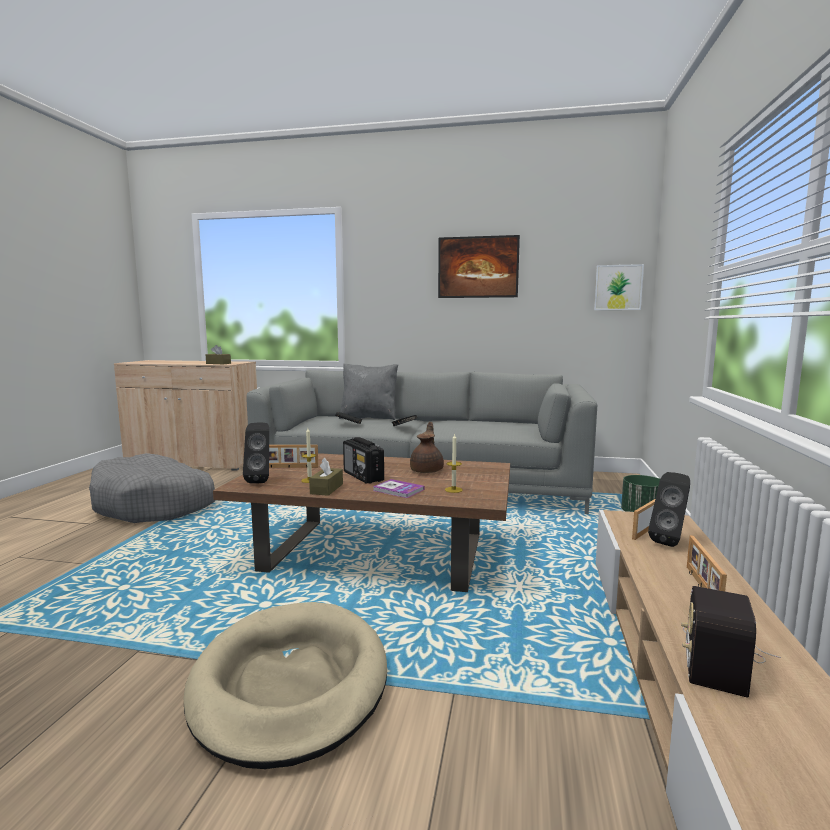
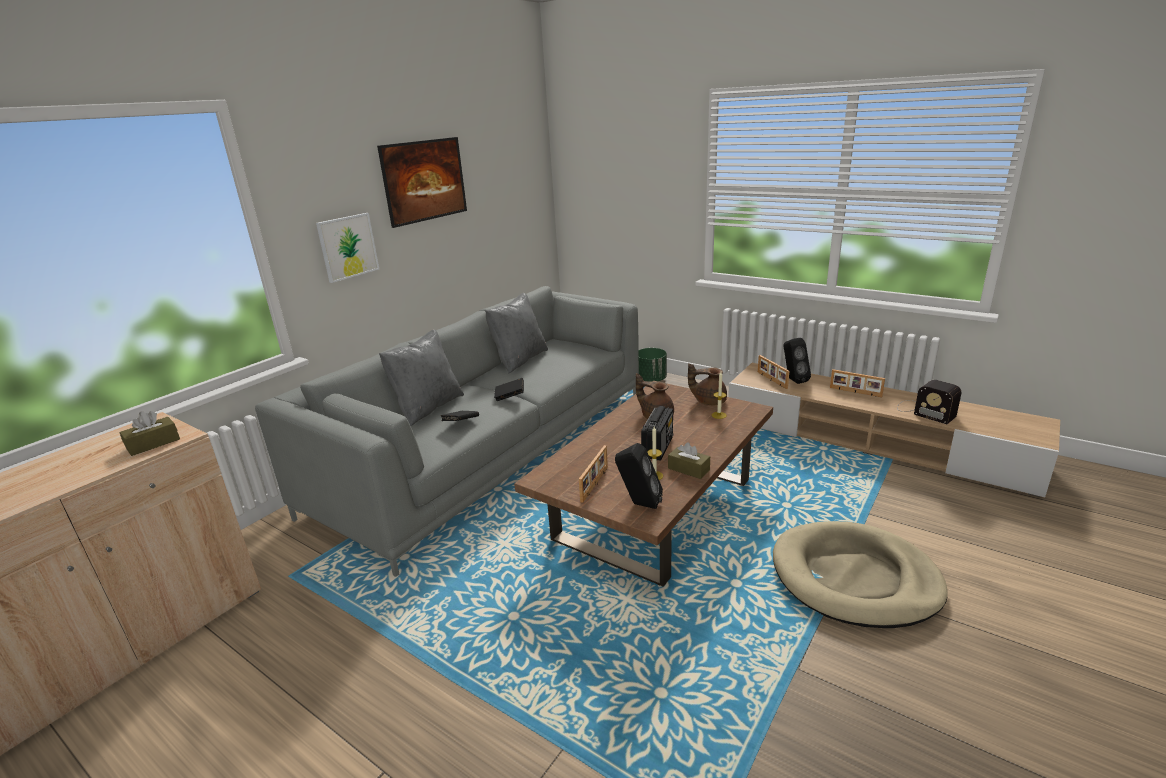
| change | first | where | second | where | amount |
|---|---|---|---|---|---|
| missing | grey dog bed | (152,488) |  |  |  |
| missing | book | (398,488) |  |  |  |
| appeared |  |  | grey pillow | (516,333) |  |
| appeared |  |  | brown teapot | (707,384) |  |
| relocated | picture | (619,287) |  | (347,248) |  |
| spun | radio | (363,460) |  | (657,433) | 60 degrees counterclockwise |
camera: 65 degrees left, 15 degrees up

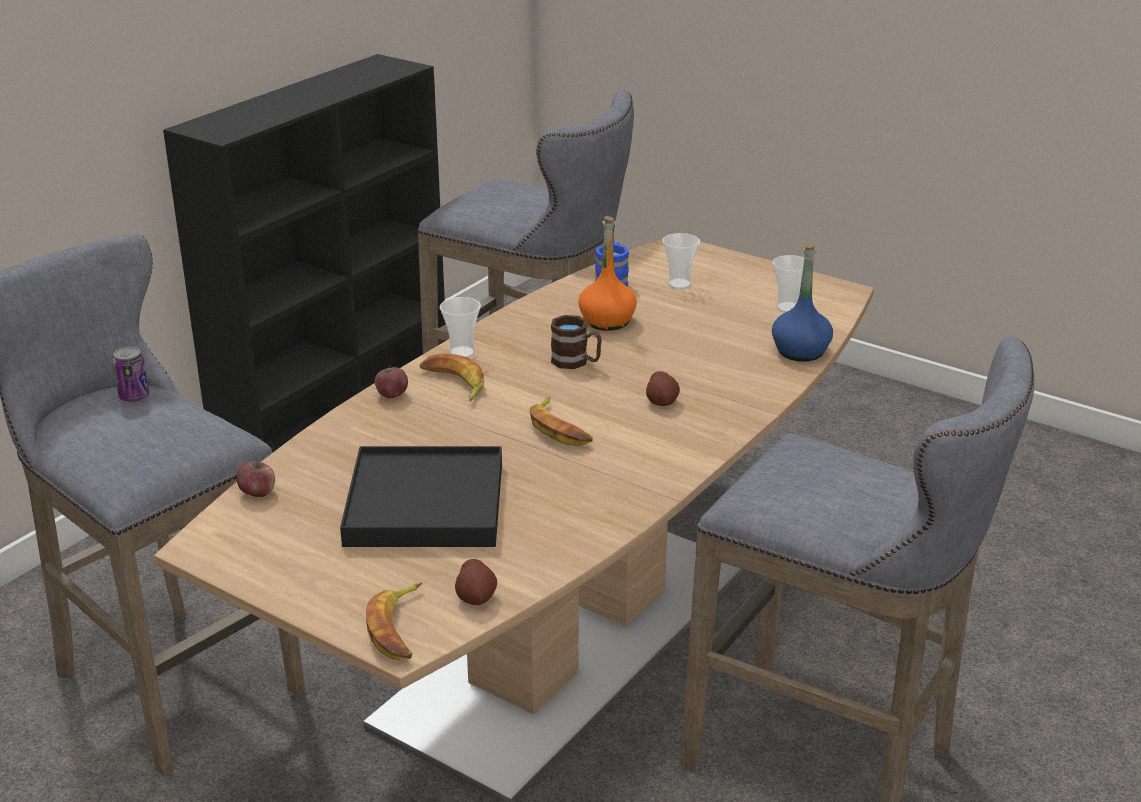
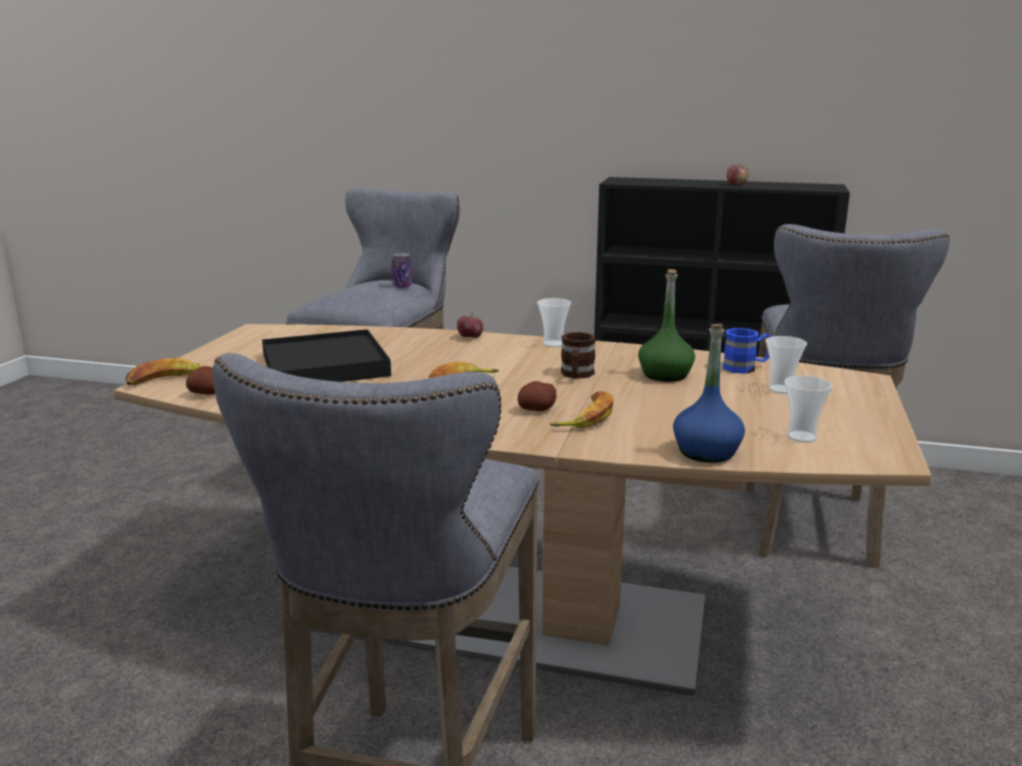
| change | first | where | second | where | amount |
|---|---|---|---|---|---|
| relocated | apple | (255,479) |  | (738,175) |  |
| relocated | banana | (452,377) |  | (582,409) |  |
| colour | orange bottle | (607,273) | green bottle | (666,325) |  |
camera: 70 degrees right, 10 degrees down

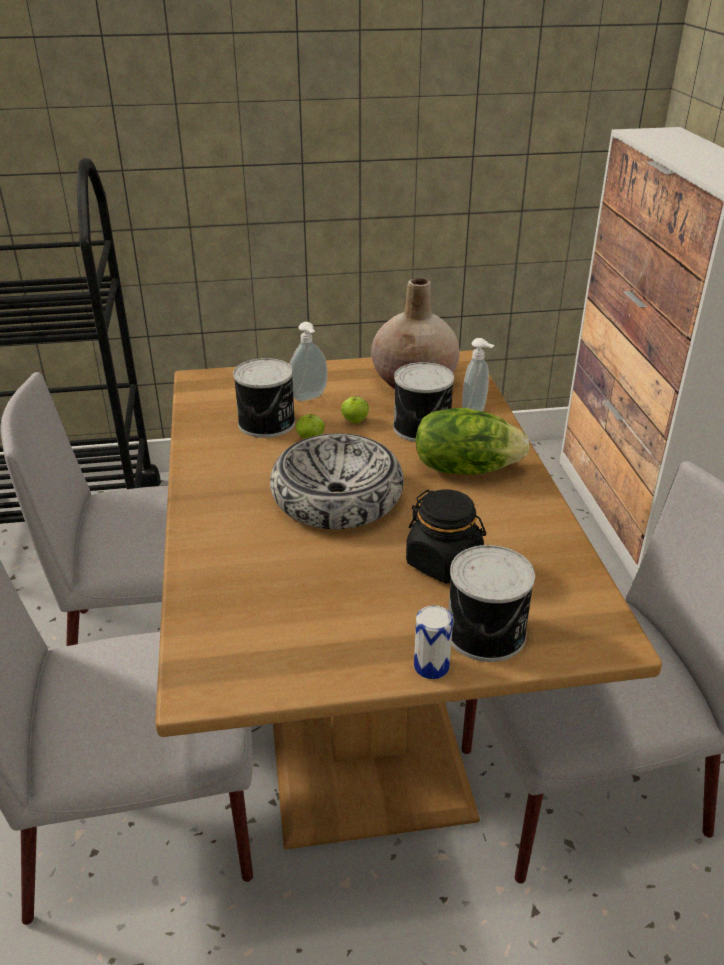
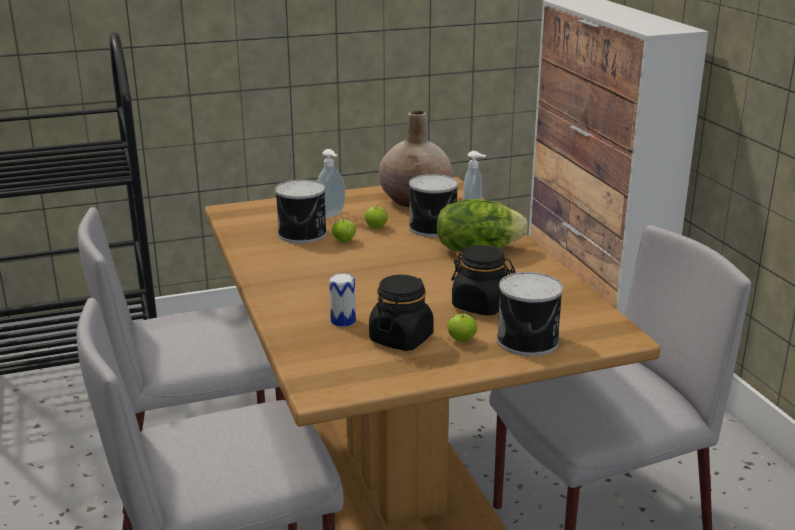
| change | first | where | second | where | amount |
|---|---|---|---|---|---|
| missing | bowl | (337,481) |  |  |  |
| appeared |  |  | black jar | (401,313) |  |
| appeared |  |  | apple | (462,326) |  |
| relocated | can | (433,642) |  | (342,300) |  |
camera: 10 degrees left, 10 degrees down

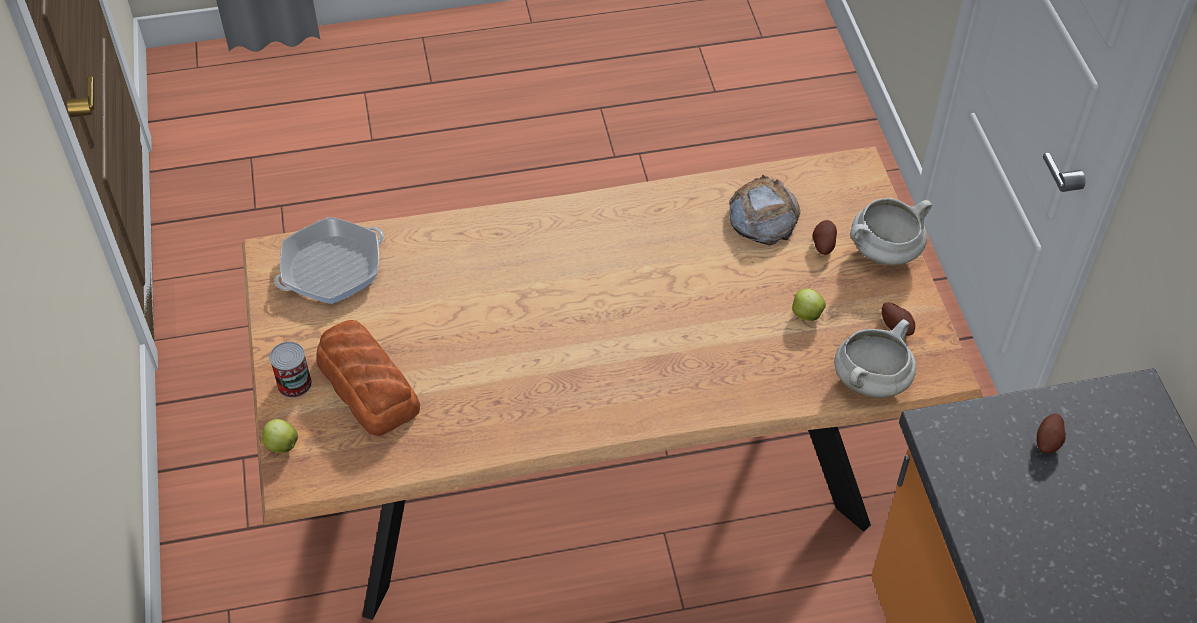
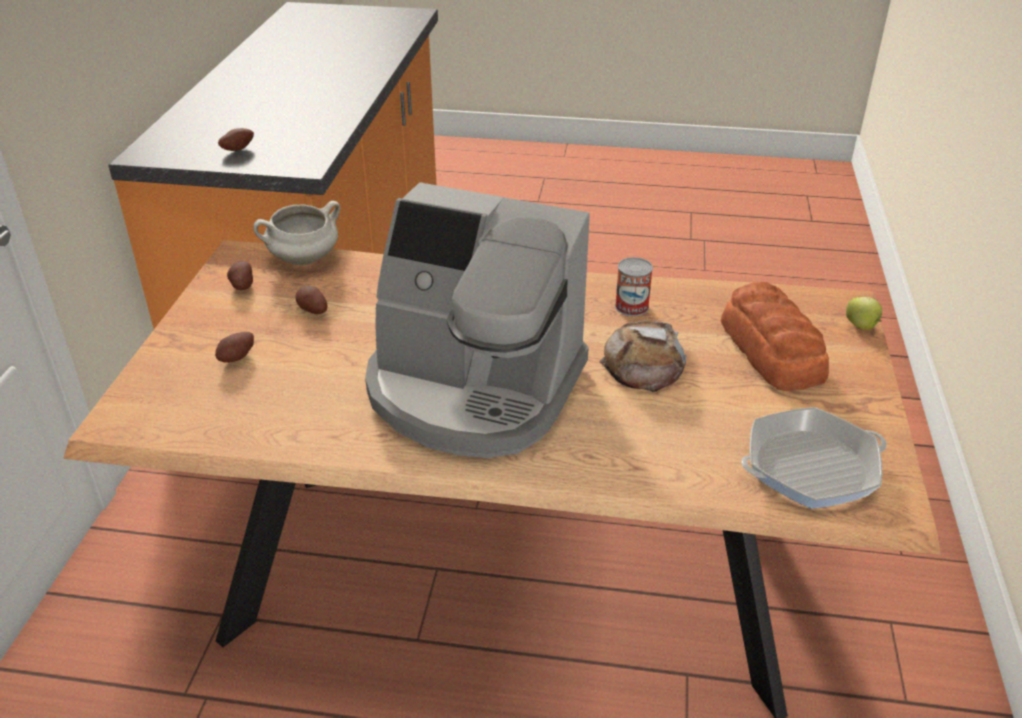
| change | first | where | second | where | amount |
|---|---|---|---|---|---|
| missing | white cooking pot | (891,231) |  |  |  |
| appeared |  |  | coffee machine | (477,320) |  |
| relocated | can | (290,369) |  | (634,286) |  |
| relocated | bread | (764,210) |  | (643,356) |  |
| exchanged | apple | (809,305) | potato | (311,300) |  |
camera: 160 degrees left, 15 degrees down

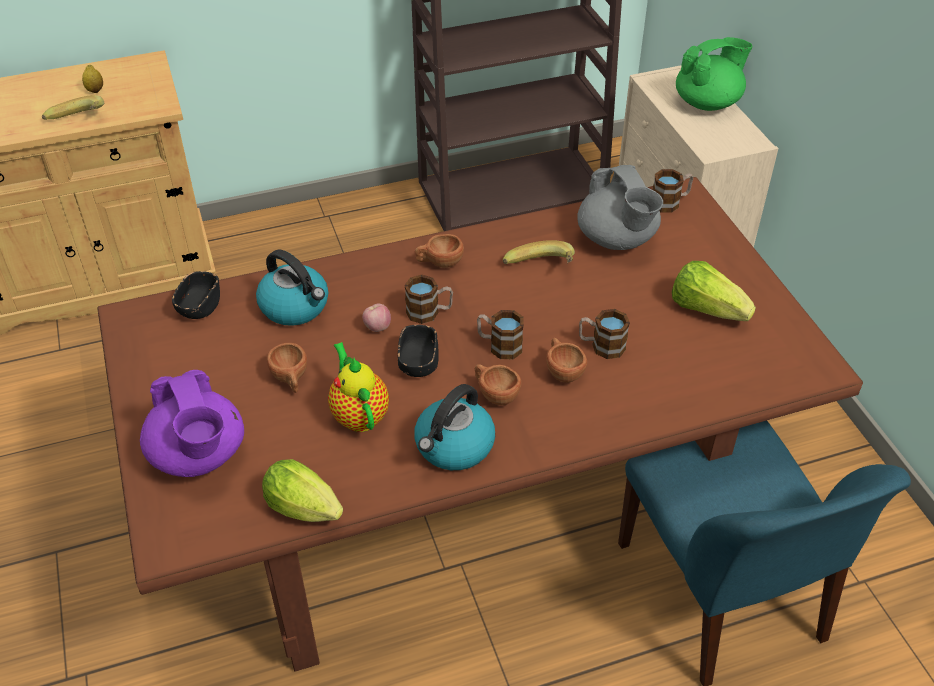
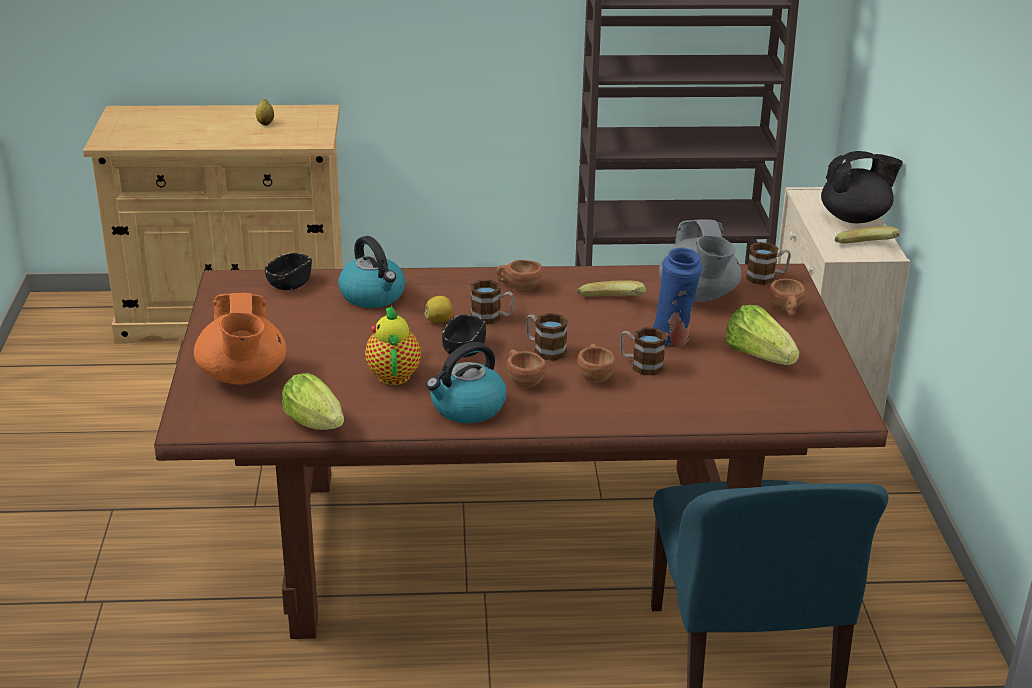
| change | first | where | second | where | amount |
|---|---|---|---|---|---|
| appeared |  |  | blue vase | (677,297) |  |
| relocated | banana | (73,107) |  | (867,234) |  |
| relocated | brown cup | (287,368) |  | (788,298) |  |
| exchanged | apple | (376,318) | lemon | (438,309) |  |
| colour | purple teapot | (192,423) | orange teapot | (240,339) |  |
| colour | green teapot | (714,74) | black teapot | (862,187) |  |
camera: 15 degrees right, 15 degrees down

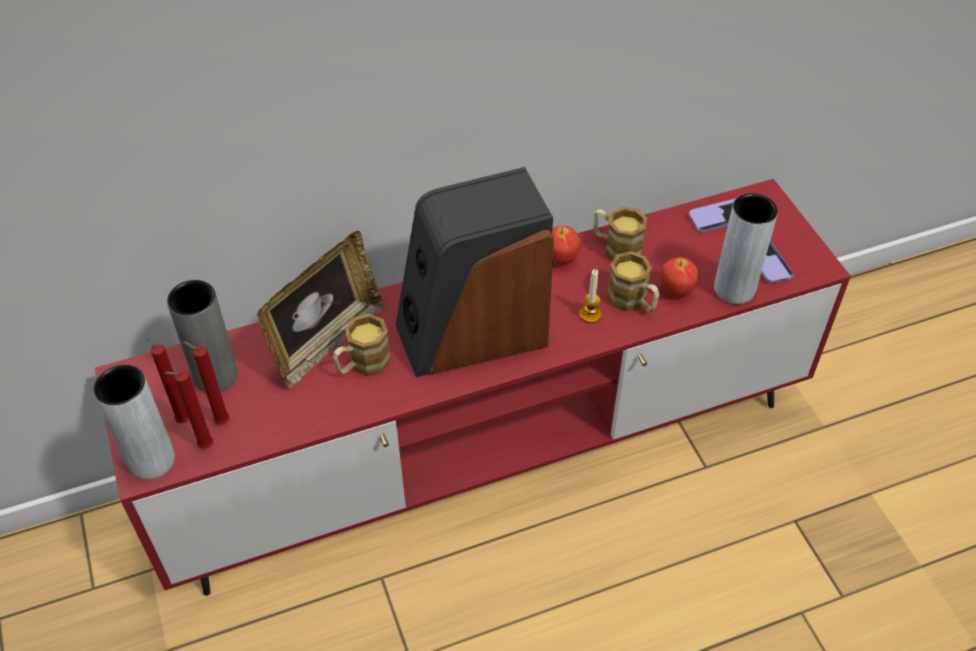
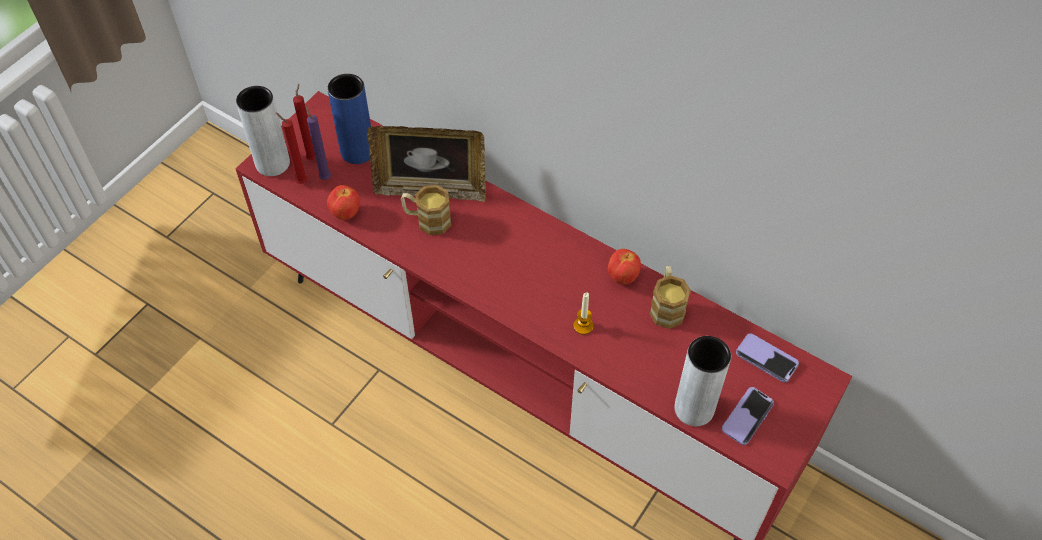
| change | first | where | second | where | amount |
|---|---|---|---|---|---|
| missing | speaker | (474,272) |  |  |  |
| missing | mug | (633,281) |  |  |  |
| relocated | apple | (679,277) |  | (343,202) |  |
| colour | grey vase | (202,336) | blue vase | (349,119) |  |
| colour | red candle | (206,383) | purple candle | (318,142) |  |
camera: 55 degrees right, 5 degrees up

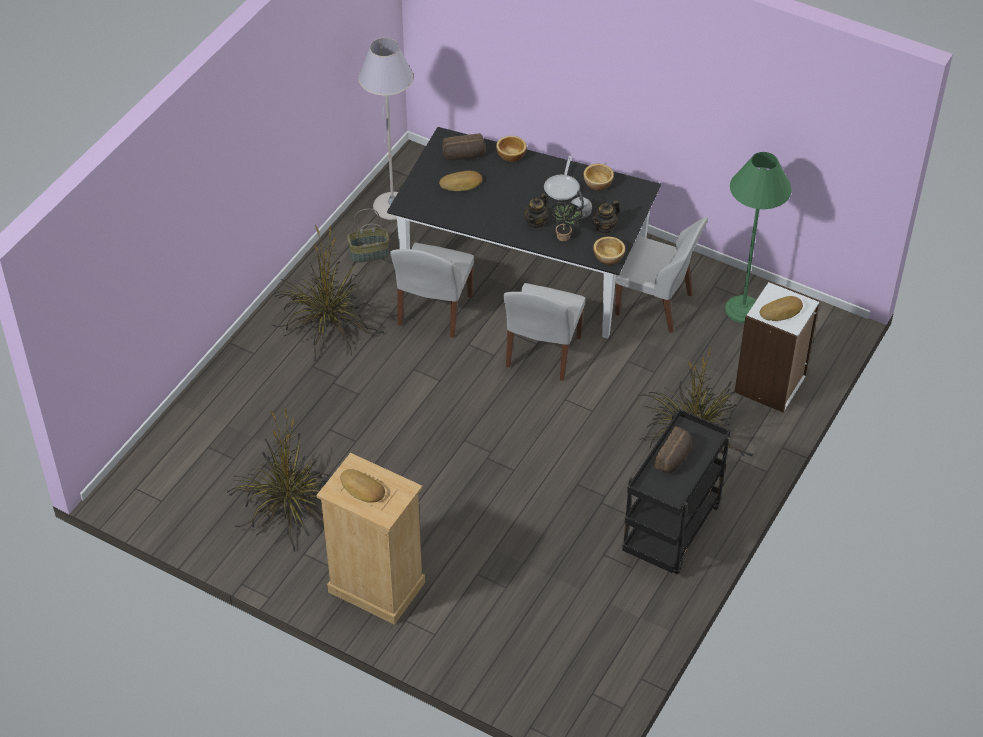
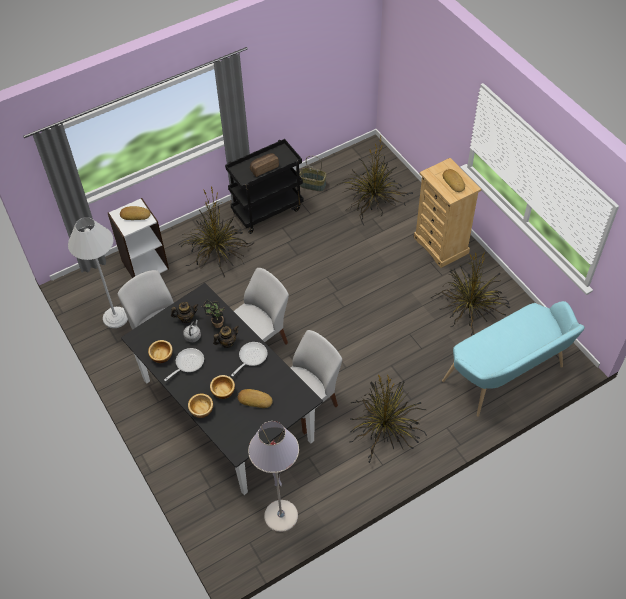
| change | first | where | second | where | amount |
|---|---|---|---|---|---|
| missing | bread | (464,146) |  |  |  |
| appeared |  |  | frying pan | (249,359) |  |
| appeared |  |  | potted plant | (375,181) |  |
| appeared |  |  | turquoise bench | (513,359) |  |
| relocated | basket | (368,236) |  | (313,173) |  |
| relocated | bowl | (609,251) |  | (222,387) |  |
| colour | green floor lamp | (758,237) | white floor lamp | (98,272) |  |
camera: 150 degrees left, 5 degrees up

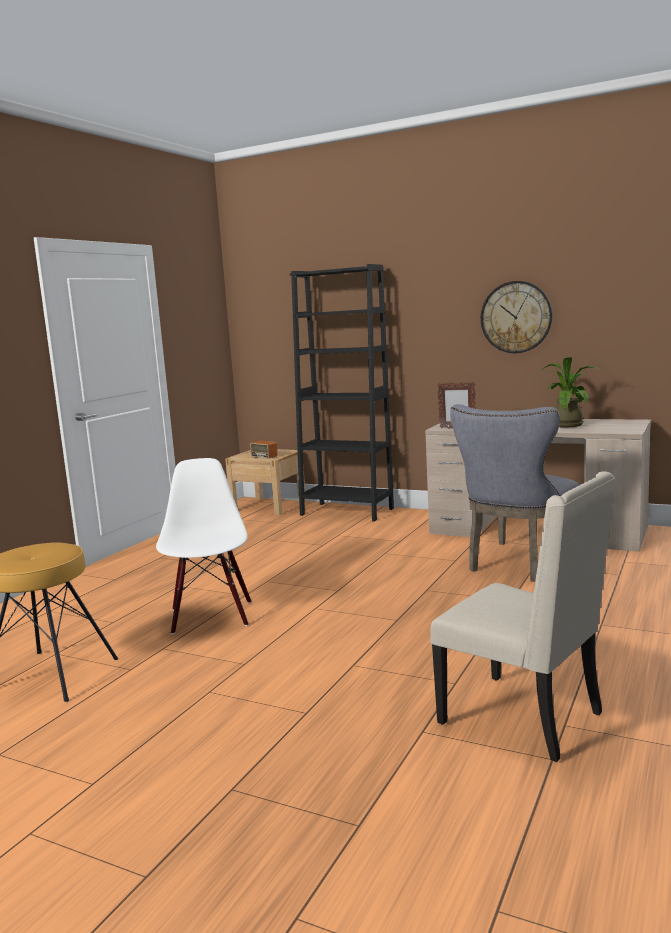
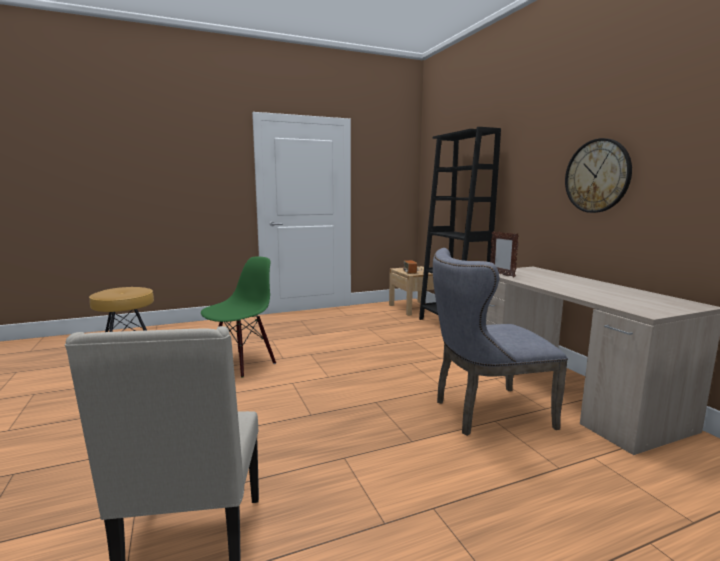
| change | first | where | second | where | amount |
|---|---|---|---|---|---|
| missing | potted plant | (570,392) |  |  |  |
| colour | white chair | (203,546) | green chair | (238,317) |  |
camera: 40 degrees right, 0 degrees up

